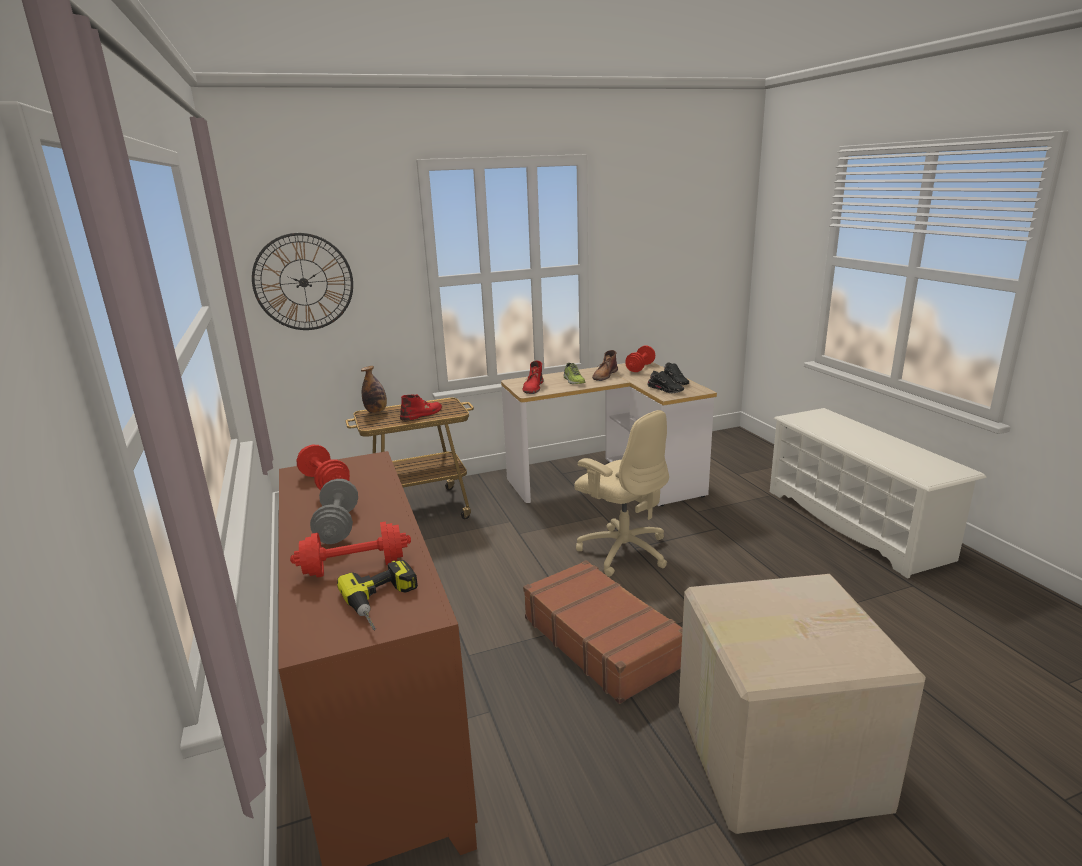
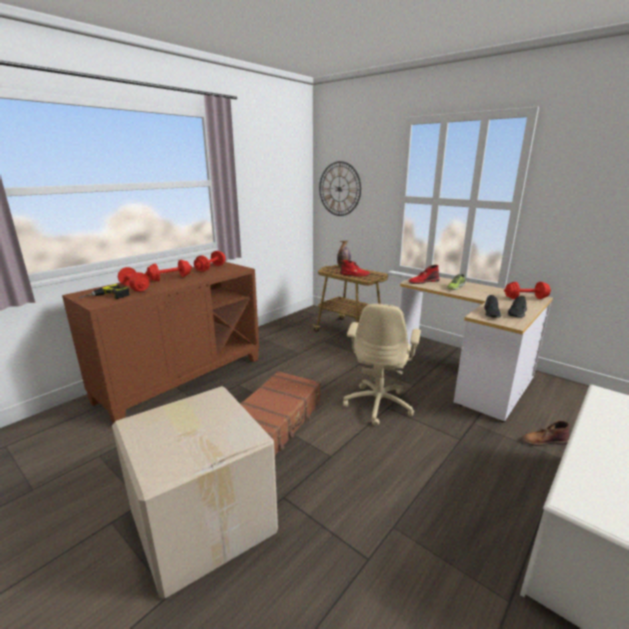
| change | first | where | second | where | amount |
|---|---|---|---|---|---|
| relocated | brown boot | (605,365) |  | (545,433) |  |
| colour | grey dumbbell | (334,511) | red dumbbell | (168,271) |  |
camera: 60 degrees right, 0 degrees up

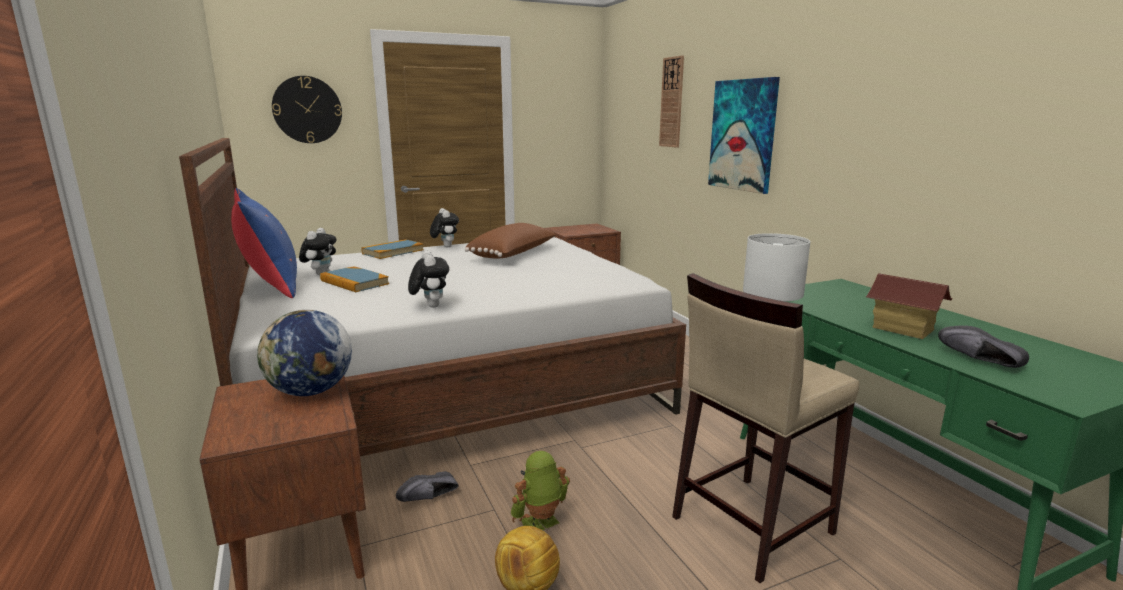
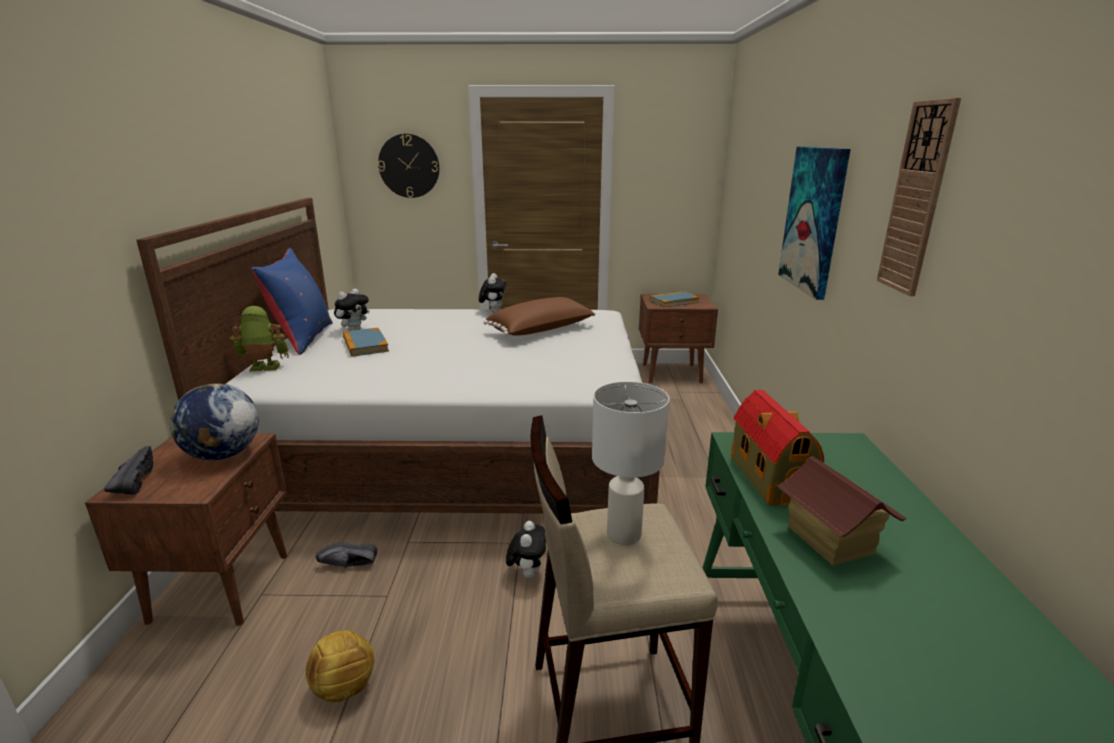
| change | first | where | second | where | amount |
|---|---|---|---|---|---|
| appeared |  |  | toy house | (777,448) |  |
| relocated | book | (392,249) |  | (675,299) |  |
| relocated | plush toy | (428,279) |  | (526,550) |  |
| relocated | toy robot | (540,490) |  | (259,338) |  |
| relocated | wall clock | (671,102) |  | (919,197) |  |
| relocated | black shoe | (983,347) |  | (128,470) |  |
camera: 25 degrees right, 5 degrees up

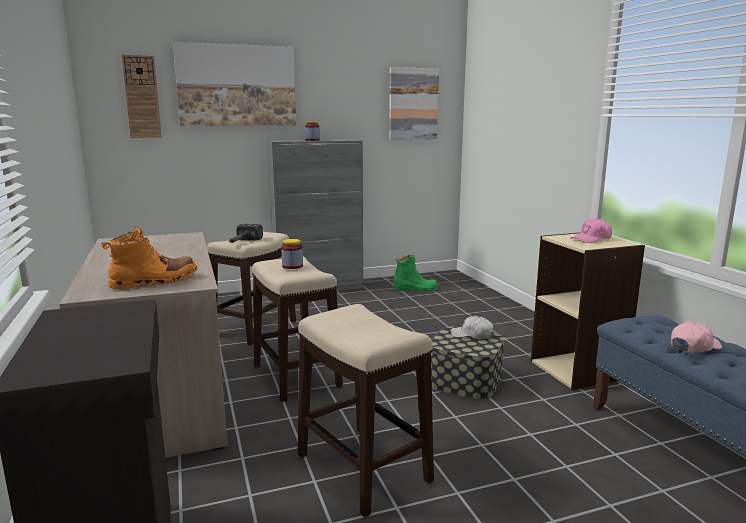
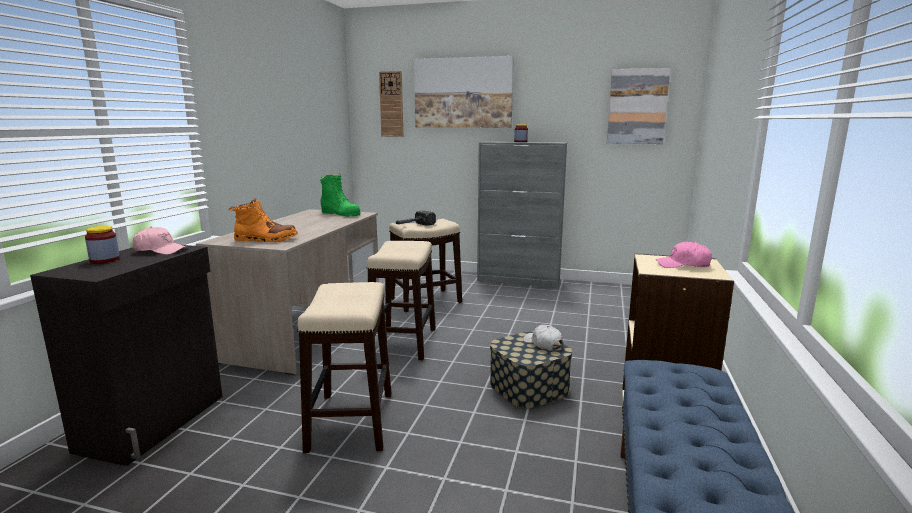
| change | first | where | second | where | amount |
|---|---|---|---|---|---|
| relocated | jar | (292,254) |  | (102,244) |  |
| relocated | green boot | (415,273) |  | (340,195) |  |
| relocated | pink cap | (696,337) |  | (159,241) |  |
camera: 35 degrees right, 0 degrees up

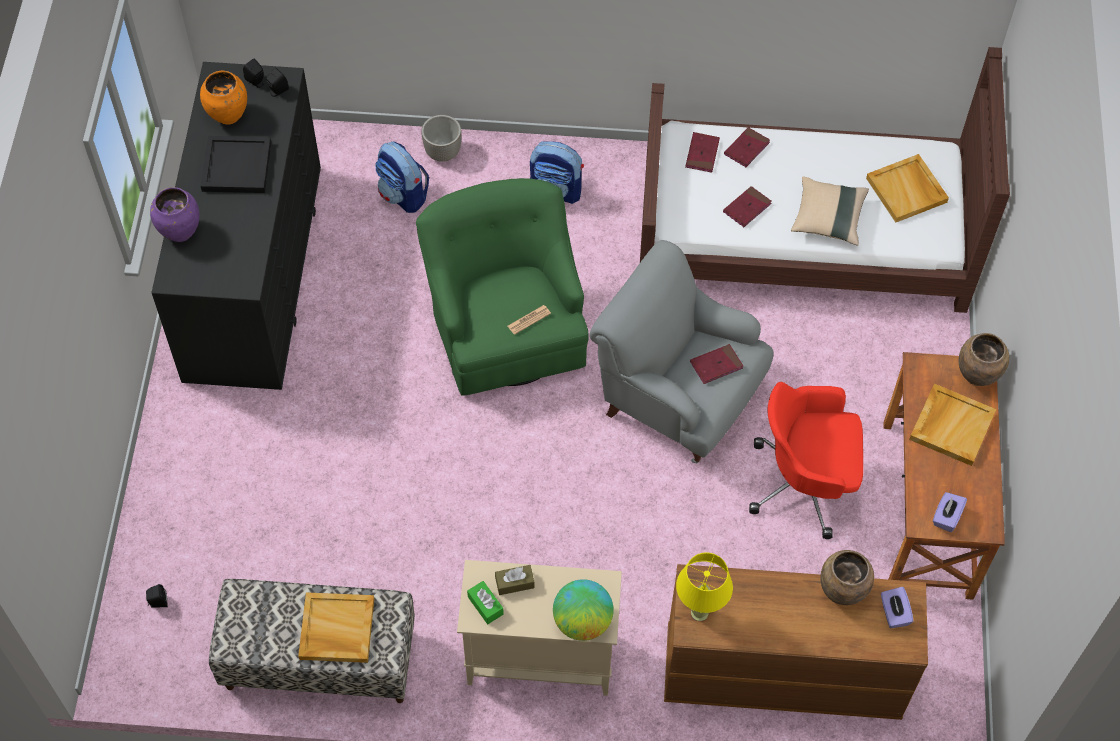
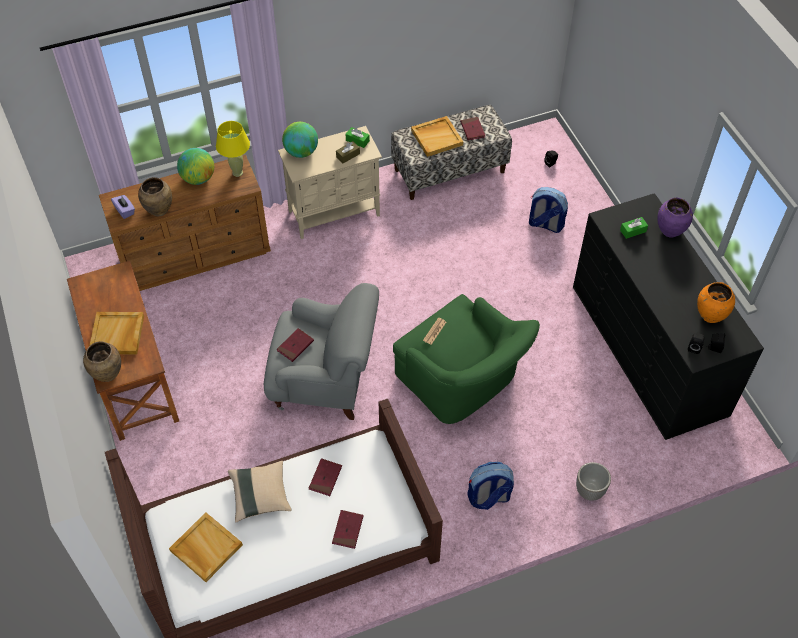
| change | first | where | second | where | amount |
|---|---|---|---|---|---|
| missing | black tray | (236,164) |  |  |  |
| missing | red office chair | (806,460) |  |  |  |
| missing | purple tissue box | (950,512) |  |  |  |
| appeared |  |  | globe | (195,166) |  |
| appeared |  |  | green tissue box | (634,228) |  |
| relocated | backpack | (402,177) |  | (548,210) |  |
| relocated | red book | (702,152) |  | (473,129) |  |
camera: 155 degrees right, 5 degrees down

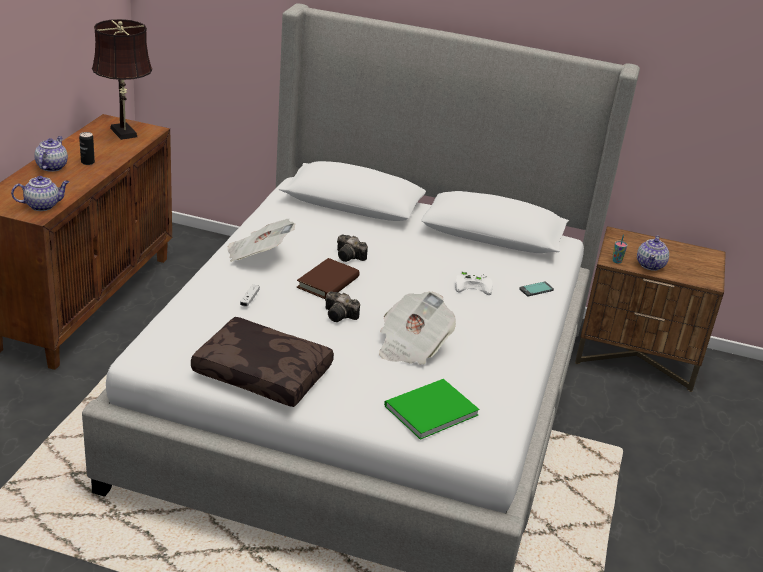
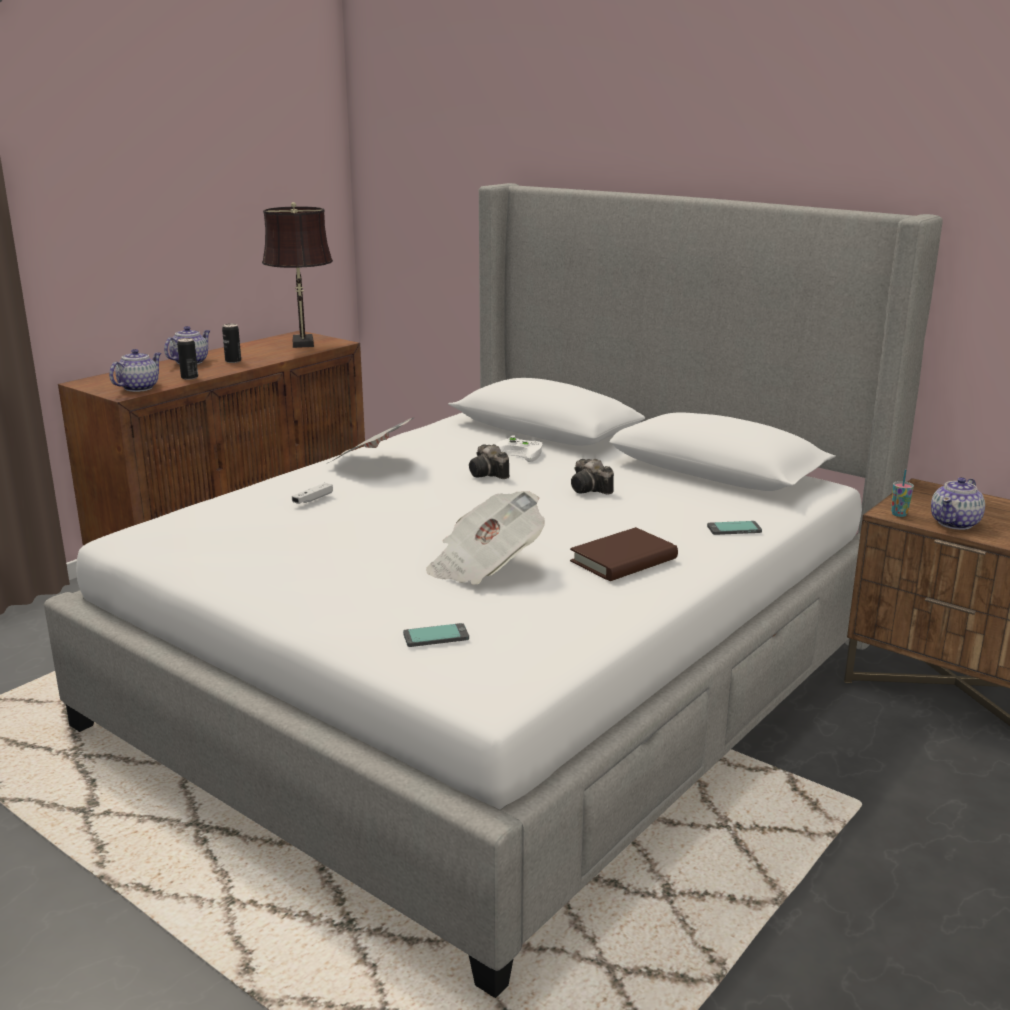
| change | first | where | second | where | amount |
|---|---|---|---|---|---|
| missing | brown pillow | (262,362) |  |  |  |
| appeared |  |  | can | (187,359) |  |
| relocated | brown book | (328,278) |  | (624,554) |  |
| relocated | photo camera | (342,306) |  | (592,477) |  |
| relocated | white game controller | (474,282) |  | (518,448) |  |
| exchanged | green book | (432,409) | phone | (436,635) |  |
| spun | teapot | (40,193) |  | (135,370) | 60 degrees counterclockwise |
camera: 25 degrees right, 10 degrees down

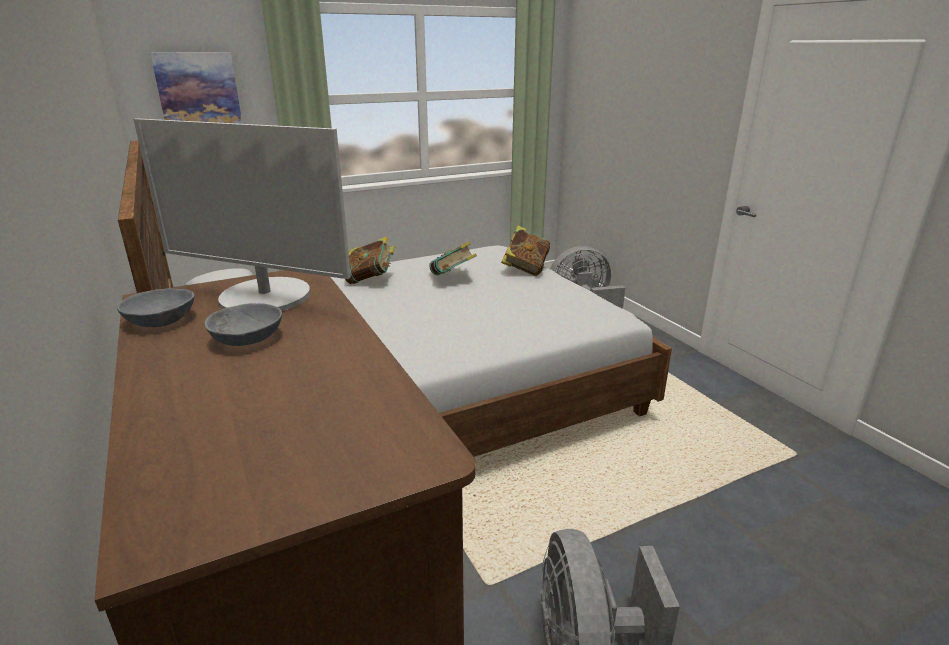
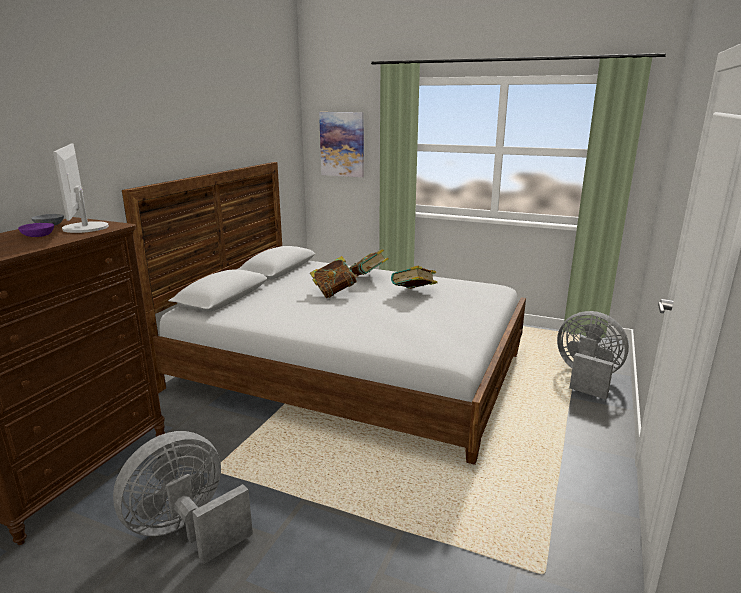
| change | first | where | second | where | amount |
|---|---|---|---|---|---|
| relocated | book | (525,250) |  | (334,277) |  |
| colour | grey bowl | (243,324) | purple bowl | (36,230) |  |
camera: 50 degrees right, 5 degrees down

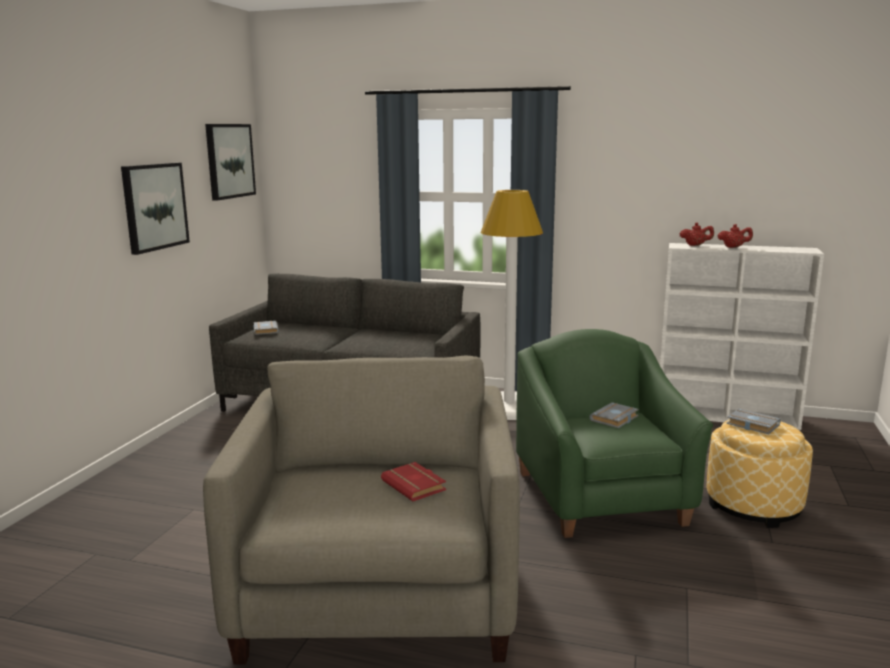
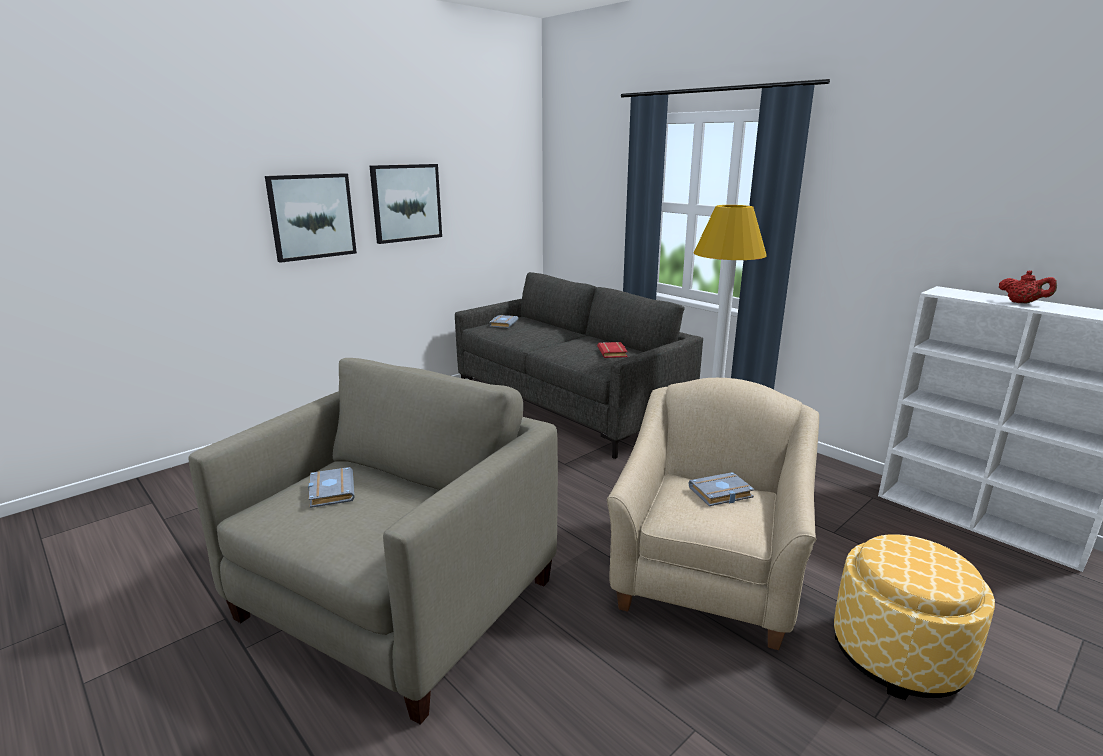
| change | first | where | second | where | amount |
|---|---|---|---|---|---|
| missing | red teapot | (697,234) |  |  |  |
| relocated | picture | (230,162) |  | (311,218) |  |
| relocated | red book | (413,481) |  | (612,350) |  |
| relocated | grey book | (753,421) |  | (331,487) |  |
| colour | green armchair | (614,433) | beige armchair | (713,514) |  |
camera: 30 degrees right, 5 degrees up

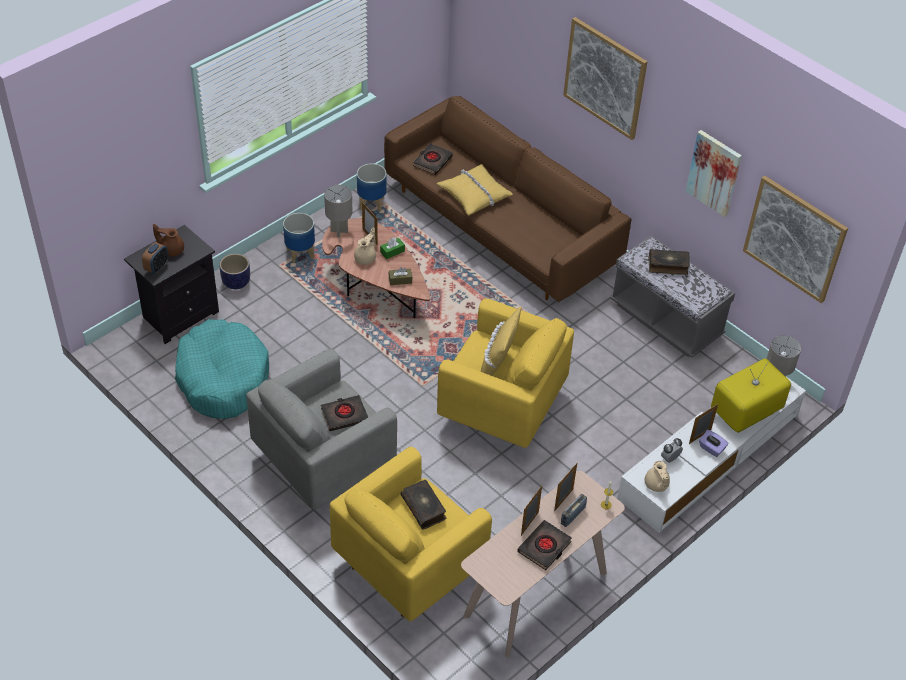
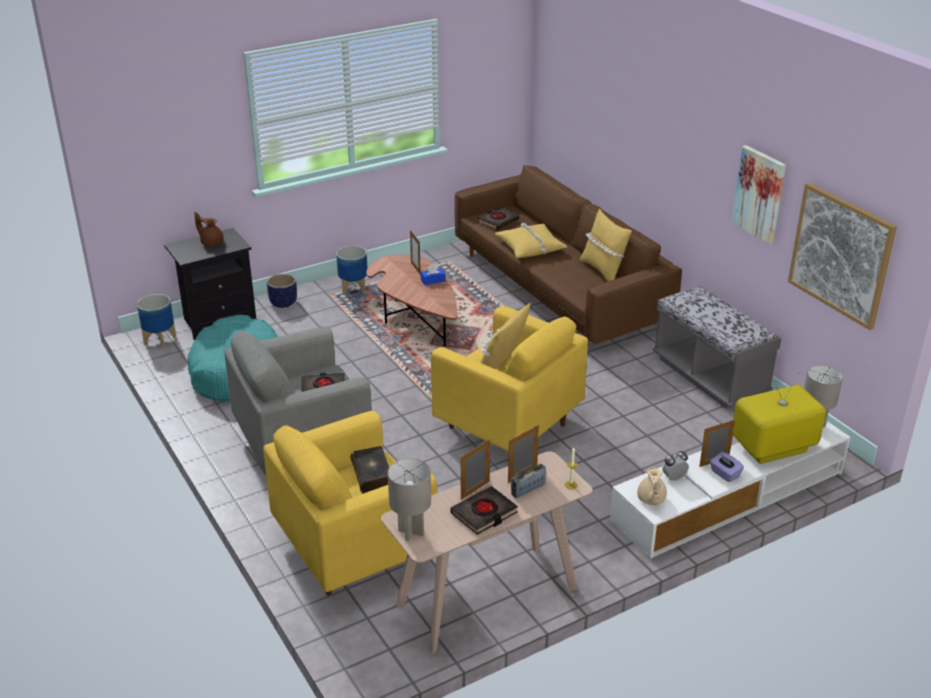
| change | first | where | second | where | amount |
|---|---|---|---|---|---|
| missing | alarm clock | (155,258) |  |  |  |
| missing | beige teapot | (365,246) |  |  |  |
| missing | brown tissue box | (400,276) |  |  |  |
| missing | picture | (605,78) |  |  |  |
| missing | book | (669,262) |  |  |  |
| appeared |  |  | yellow pillow | (606,245) |  |
| relocated | grey table lamp | (338,211) |  | (409,499) |  |
| relocated | planter | (371,187) |  | (156,321) |  |
| colour | green tissue box | (392,248) | blue tissue box | (433,274) |  |
camera: 15 degrees right, 15 degrees down

